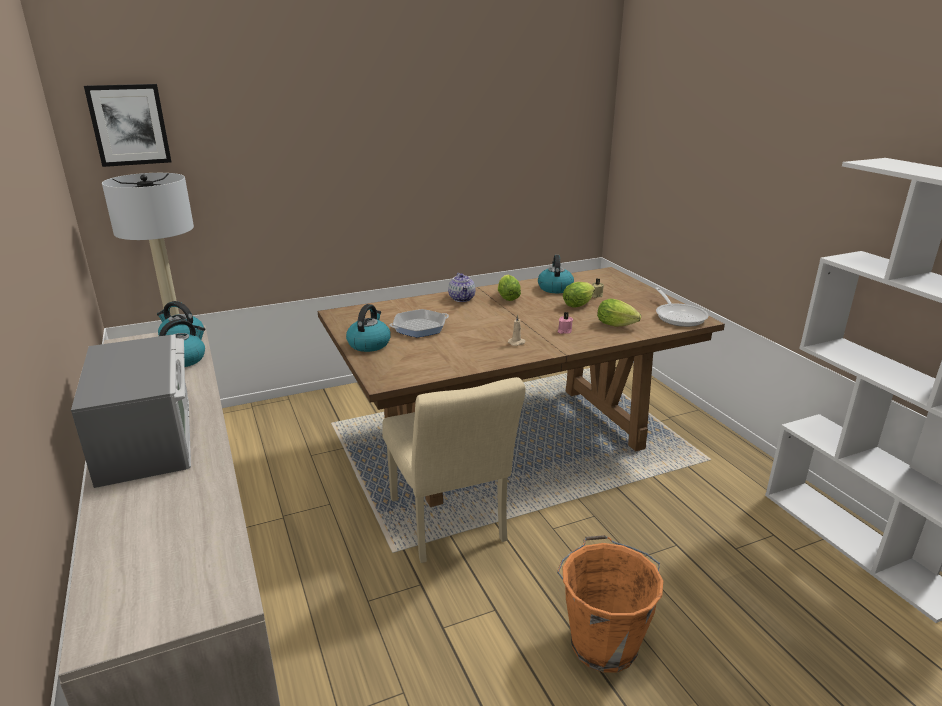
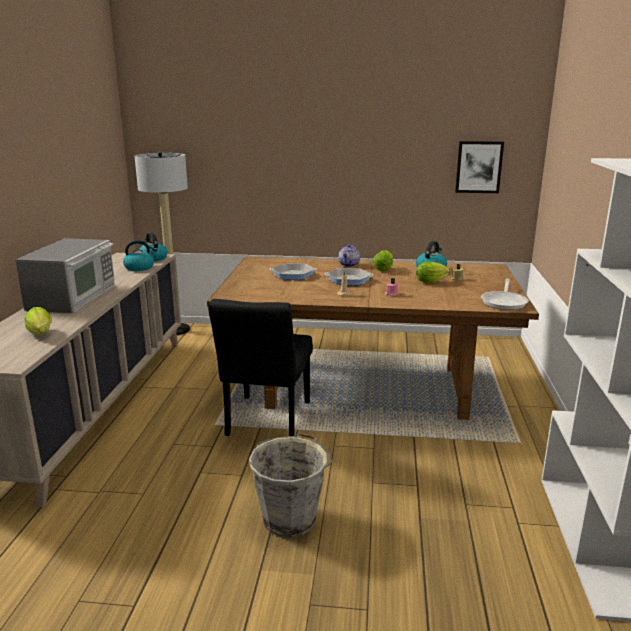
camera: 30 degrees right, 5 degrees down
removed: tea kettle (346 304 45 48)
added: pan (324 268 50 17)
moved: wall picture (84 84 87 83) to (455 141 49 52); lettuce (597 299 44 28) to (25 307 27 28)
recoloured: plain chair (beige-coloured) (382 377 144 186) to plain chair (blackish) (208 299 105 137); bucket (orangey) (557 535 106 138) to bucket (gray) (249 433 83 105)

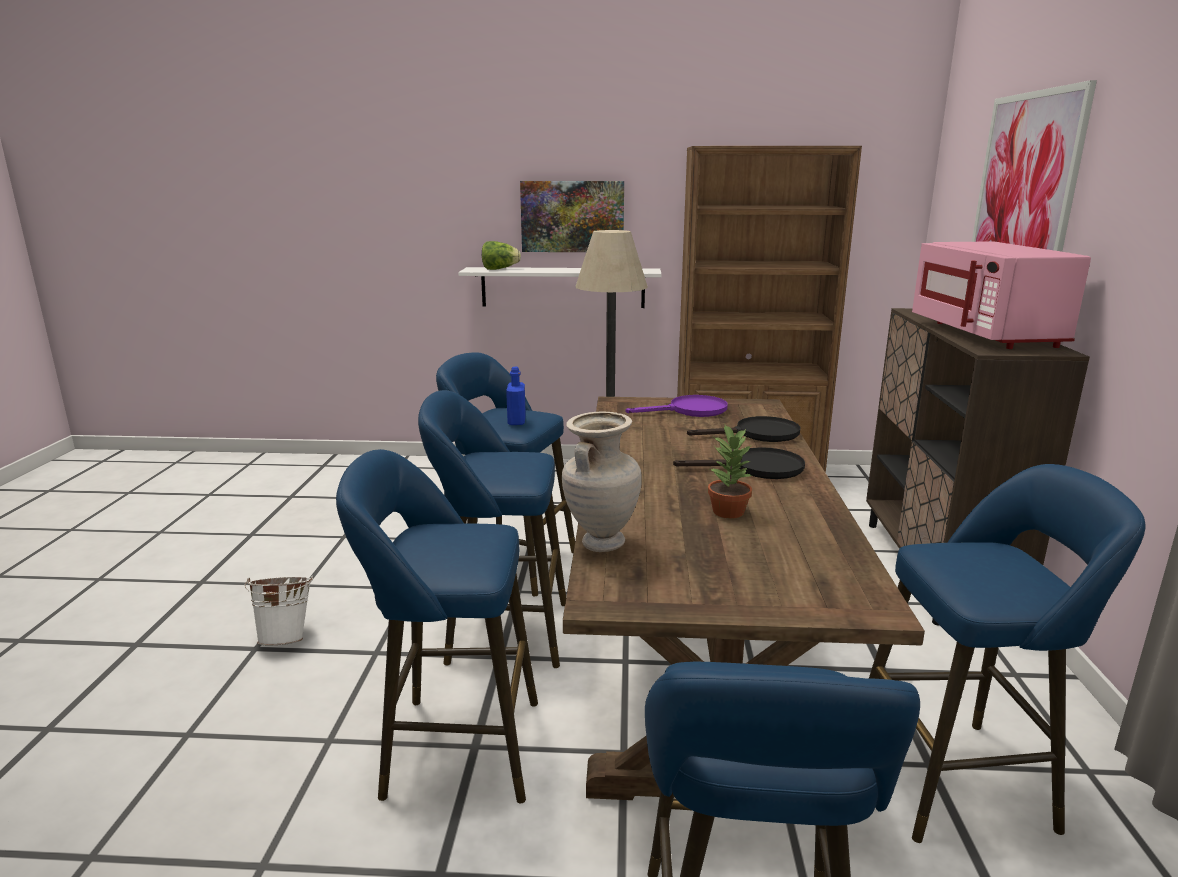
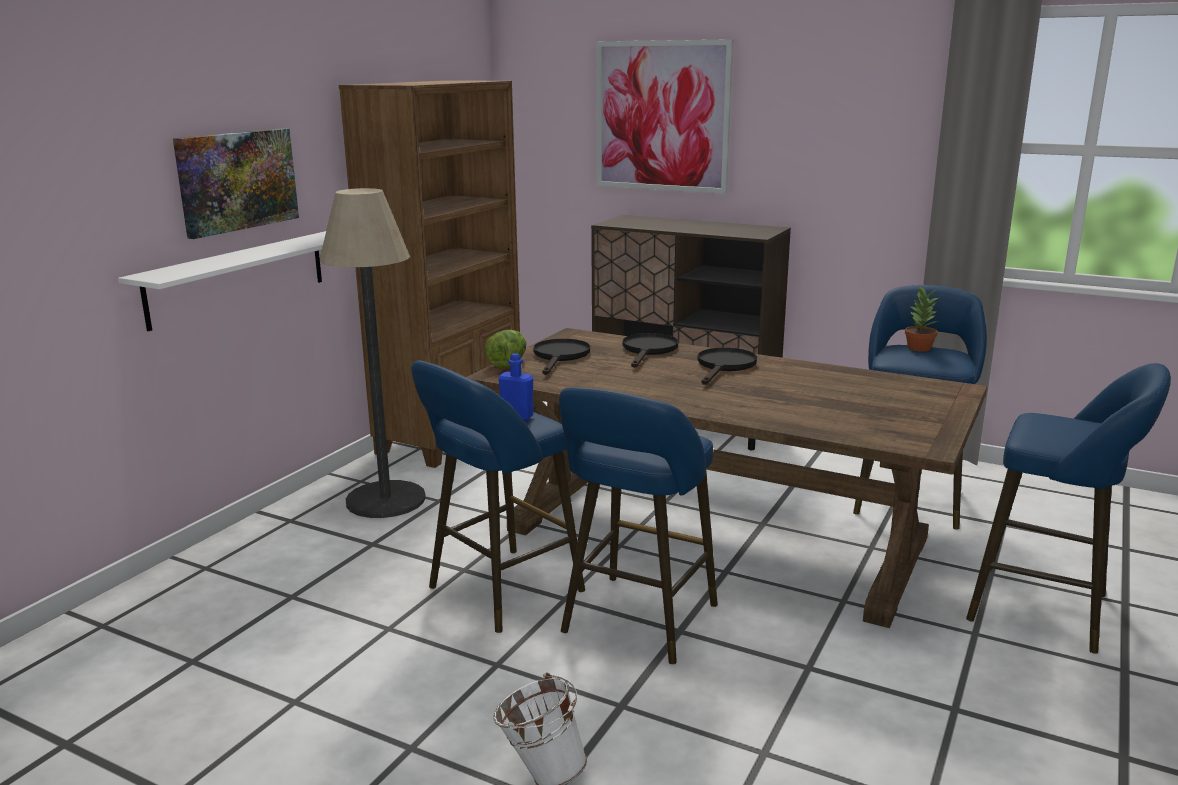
camera: 65 degrees left, 0 degrees up
removed: kitchen microwave (pink-coloured) (912 241 179 108); vase (beige-coloured) (562 412 80 140); stool (blue) (336 449 202 354)
moved: lettuce (482 241 39 29) to (485 330 41 38); plant in a pot (708 425 44 94) to (905 286 33 66)
recoloured: pan (purple) (625 395 103 22) to pan (blackish) (533 339 57 36)

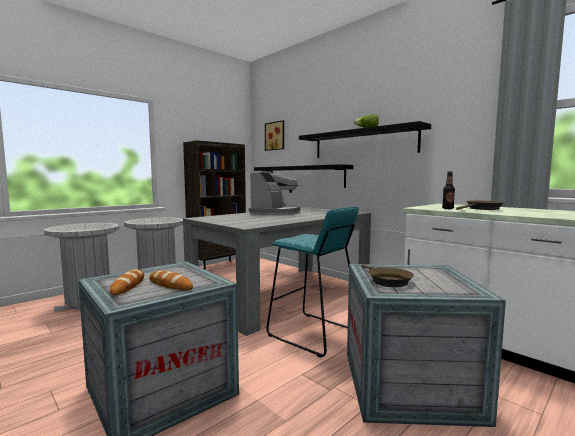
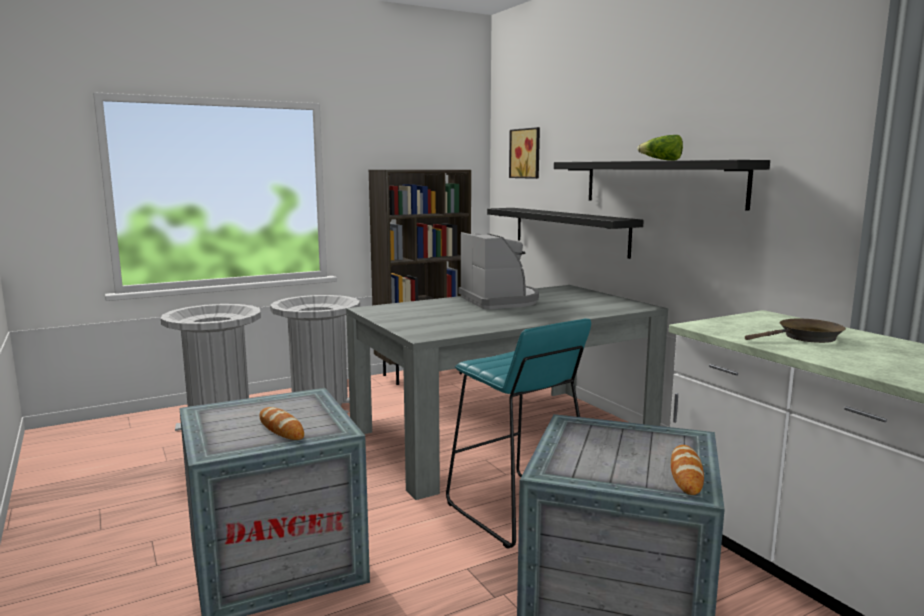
camera: 15 degrees right, 5 degrees up
removed: drink bottle (442 172 13 37); pan (brown) (361 264 53 23)
moved: bread (110 269 34 26) to (671 445 33 50)
turned: coffee machine (249 172 52 43) = (458 232 81 78) 60 degrees counterclockwise

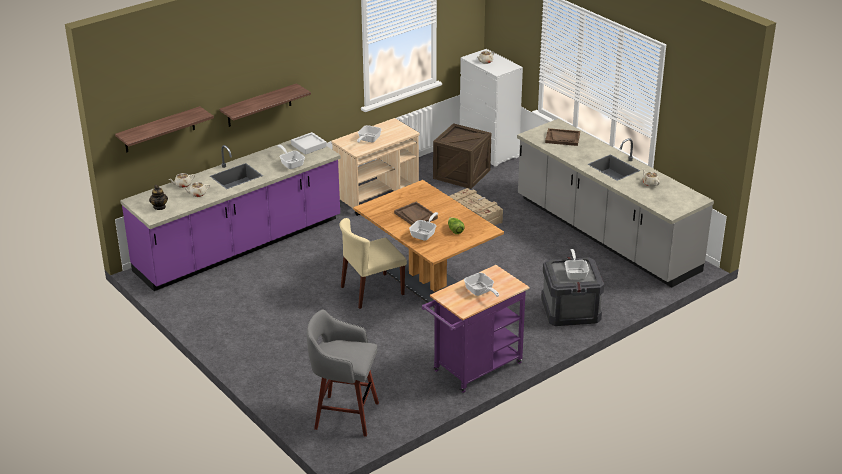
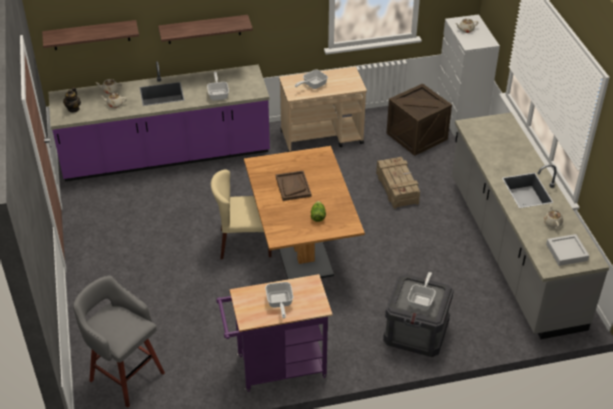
camera: 25 degrees right, 10 degrees up
removed: serving tray (brown) (545 128 35 18); pan (409 212 29 29)
moved: serving tray (gray) (291 132 36 23) to (546 234 43 32)

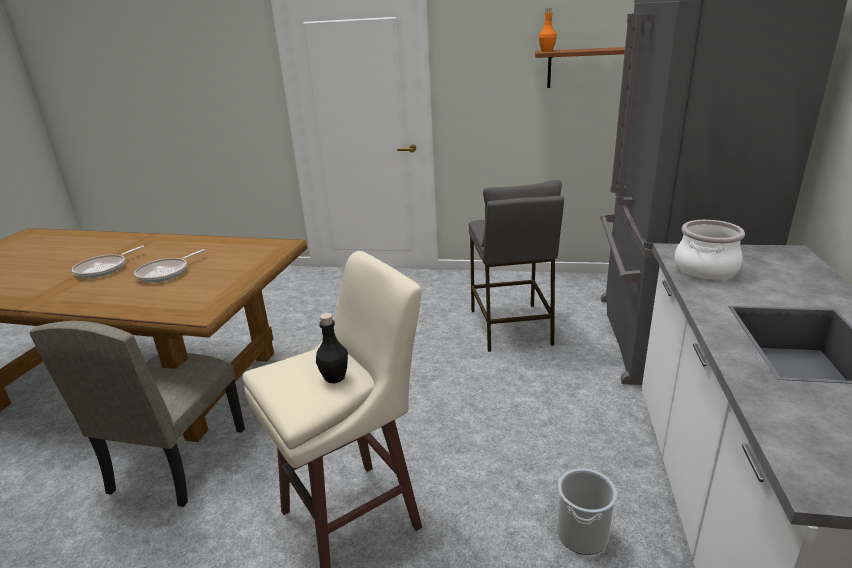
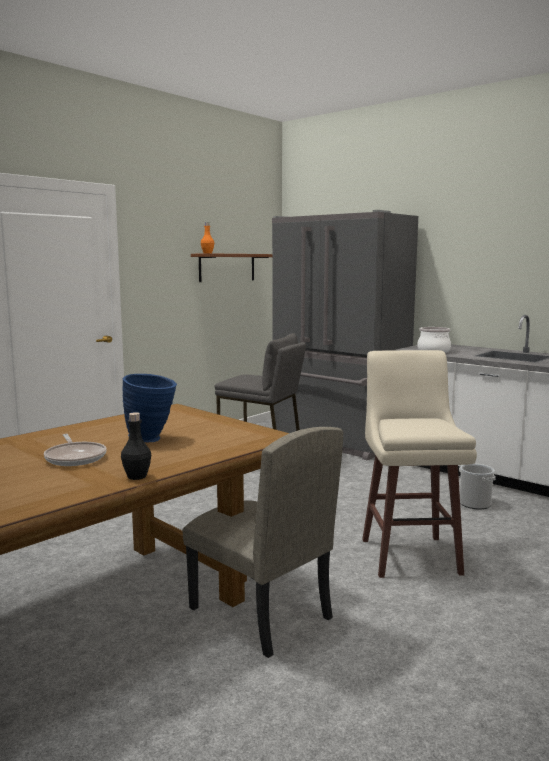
camera: 60 degrees left, 15 degrees down
moved: drink bottle (blackish) (316 313 32 70) to (121 412 30 68)
replaced: pan (134 249 71 34) to vase (blue) (123 374 54 68)

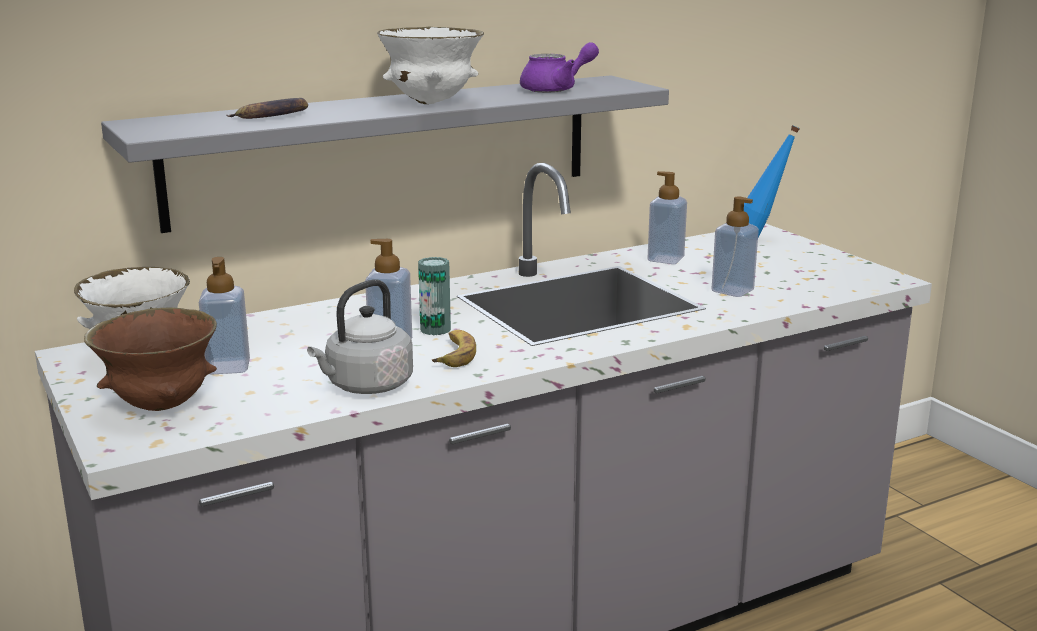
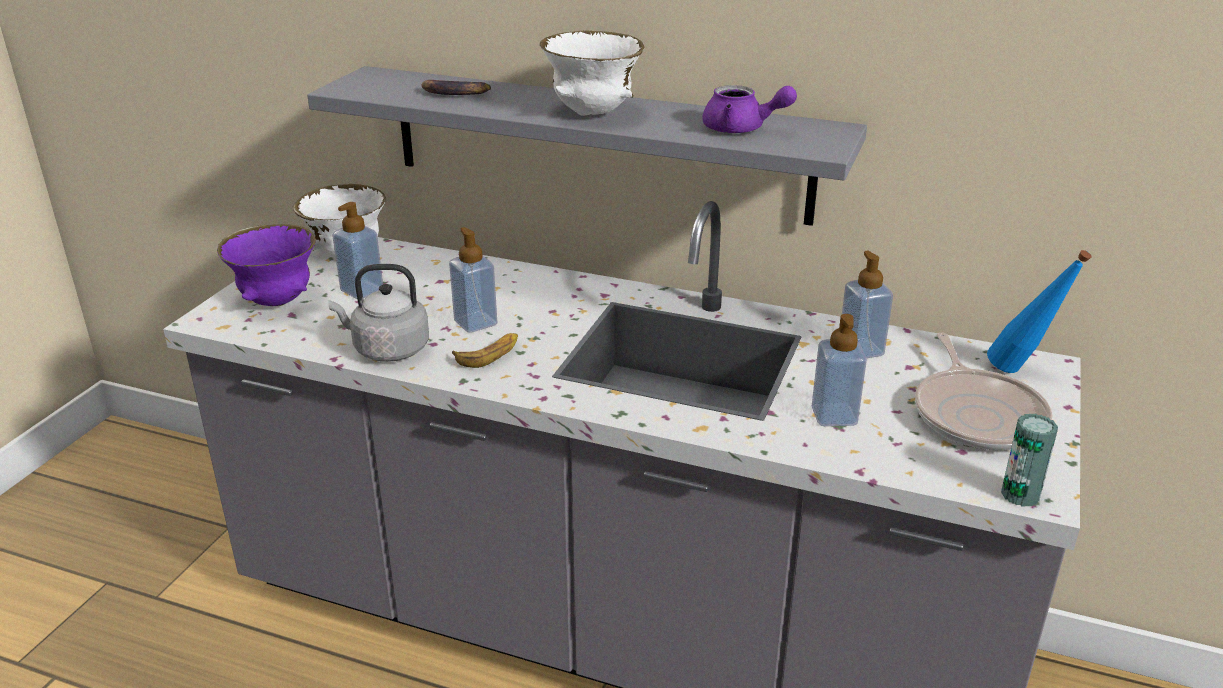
camera: 50 degrees right, 10 degrees up
added: pan (915 333 138 117)
moved: can (418 257 33 78) to (1001 414 57 93)
recoloured: serving bowl (brown) (84 307 133 104) to serving bowl (purple) (217 224 99 82)

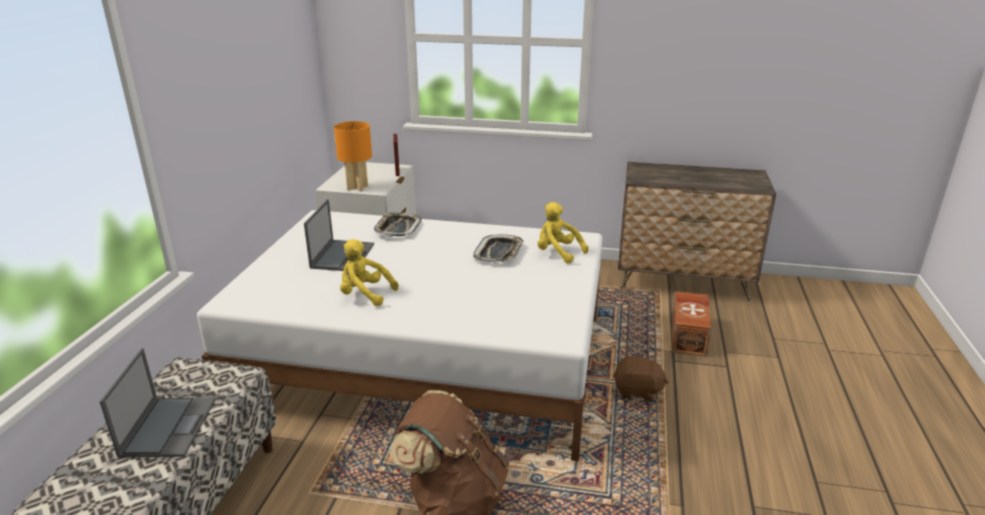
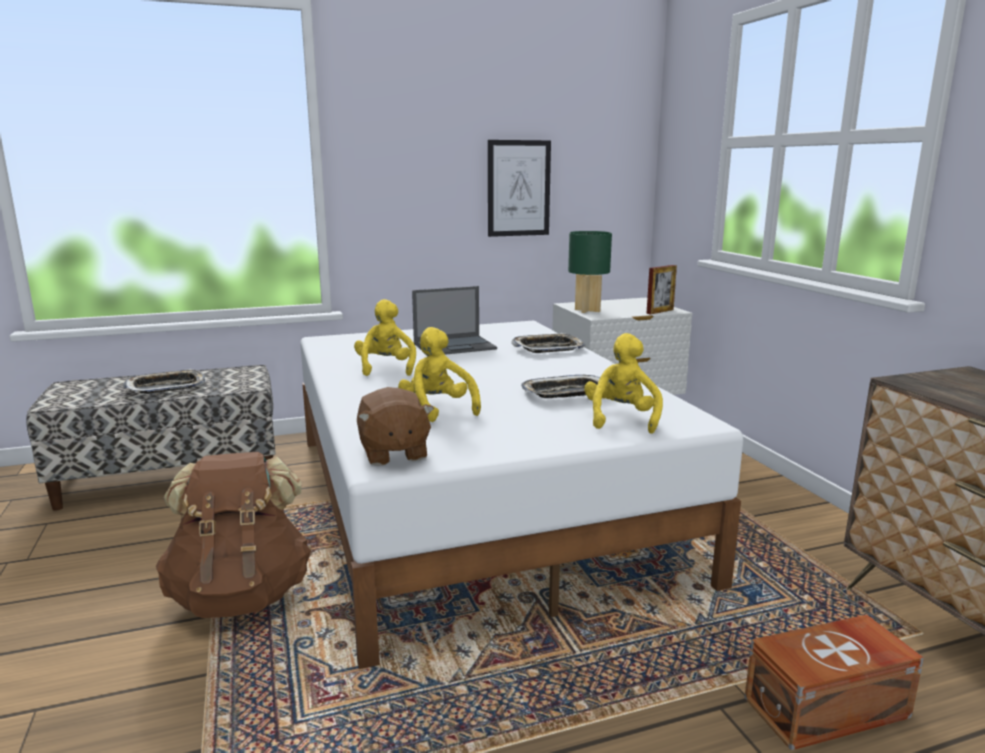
camera: 60 degrees right, 10 degrees down
added: wall picture (488 140 63 97); cuddly toy (yellow-coloured) (398 327 83 95)
moved: cuddly toy (brown) (613 356 56 46) to (357 387 77 79)
replaced: laptop (99 348 117 109) to serving tray (123 369 82 25)
recoloured: lamp for a table (orangey) (334 121 38 70) to lamp for a table (green) (568 231 44 82)

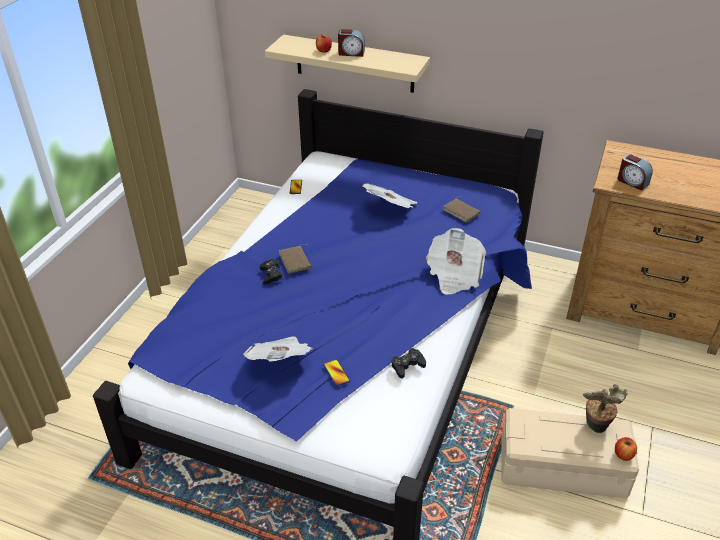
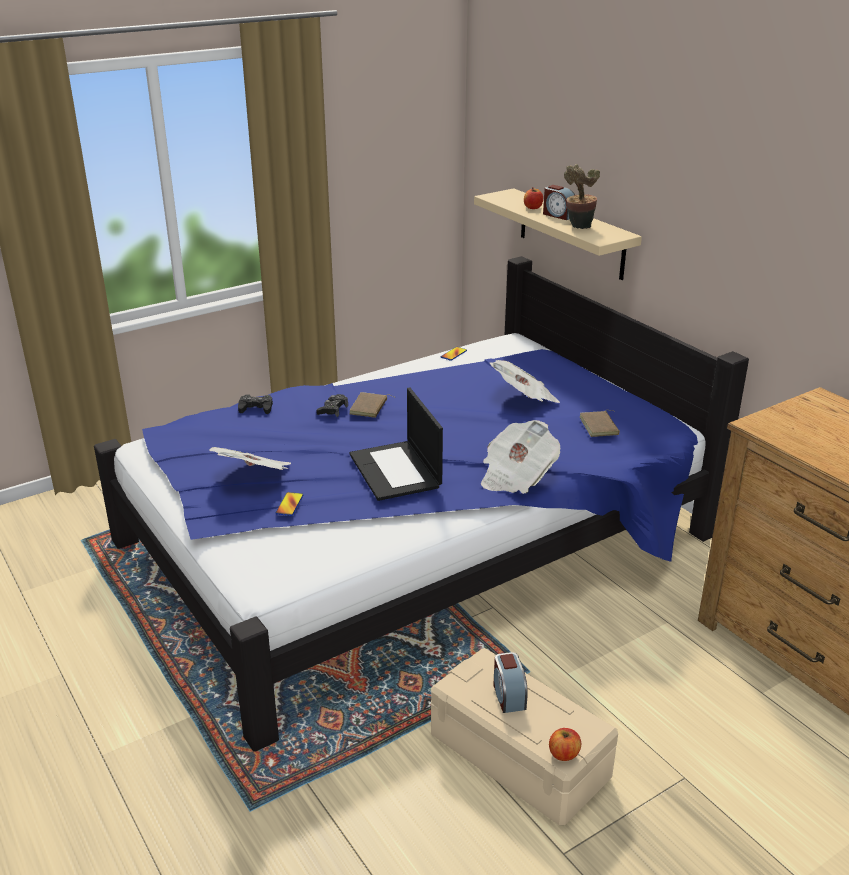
camera: 35 degrees right, 10 degrees down
added: laptop (350 387 93 114)
moved: table clock (617 154 36 37) to (493 652 35 61); game controller (blackish) (391 348 35 30) to (238 395 35 19); plant in a pot (583 384 45 49) to (564 164 36 65)

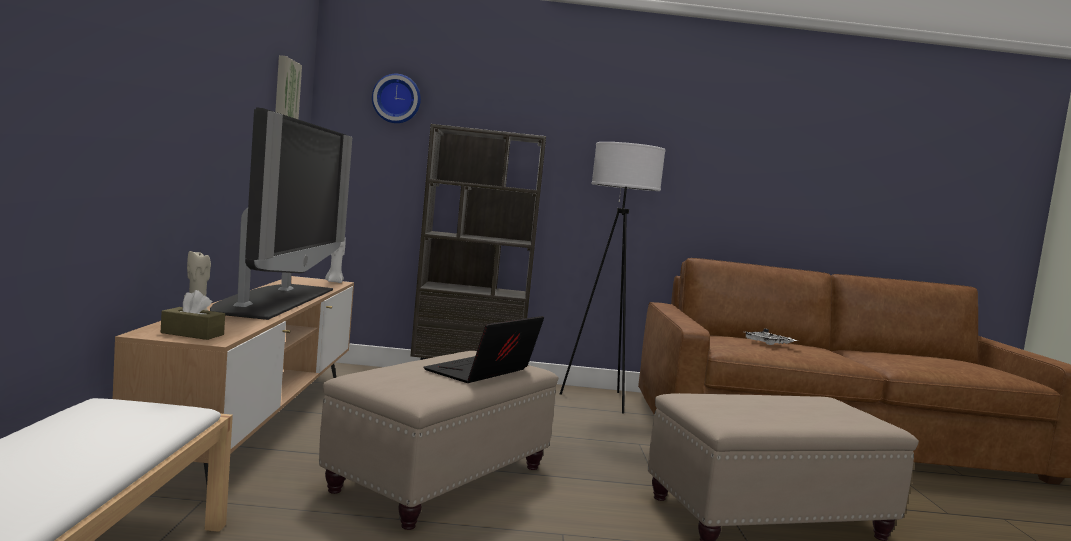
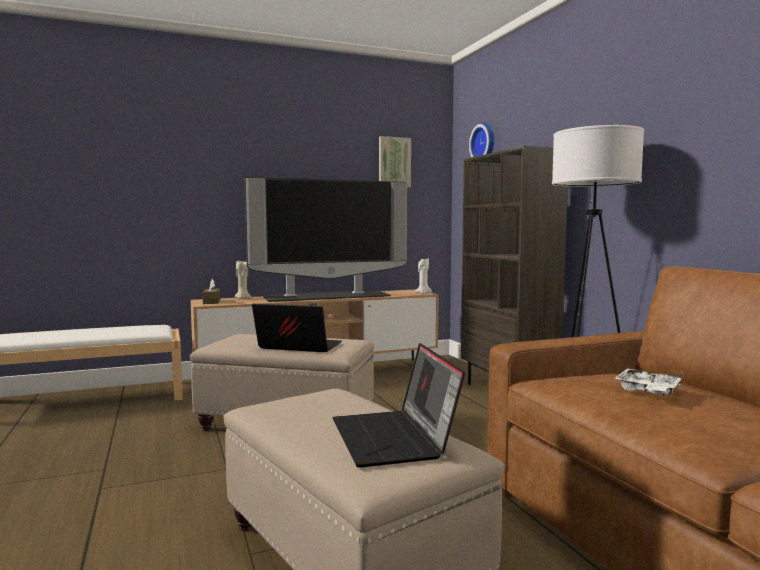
camera: 70 degrees right, 0 degrees up
added: laptop (332 343 133 125)

